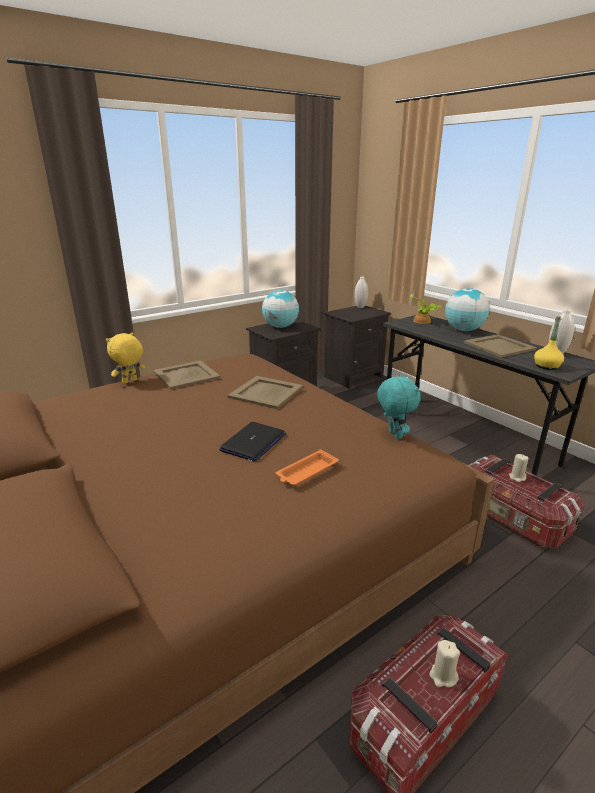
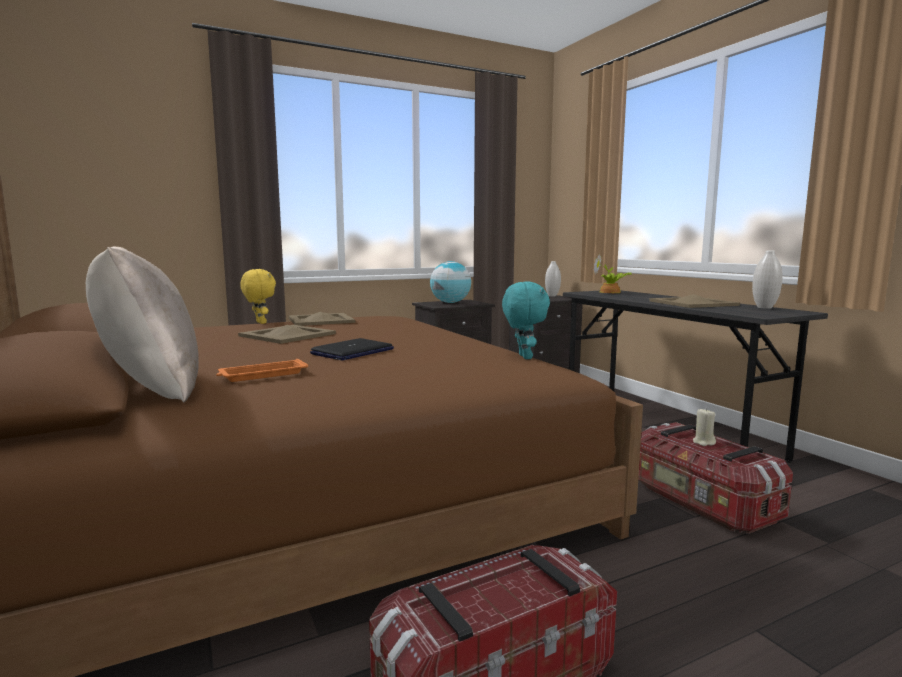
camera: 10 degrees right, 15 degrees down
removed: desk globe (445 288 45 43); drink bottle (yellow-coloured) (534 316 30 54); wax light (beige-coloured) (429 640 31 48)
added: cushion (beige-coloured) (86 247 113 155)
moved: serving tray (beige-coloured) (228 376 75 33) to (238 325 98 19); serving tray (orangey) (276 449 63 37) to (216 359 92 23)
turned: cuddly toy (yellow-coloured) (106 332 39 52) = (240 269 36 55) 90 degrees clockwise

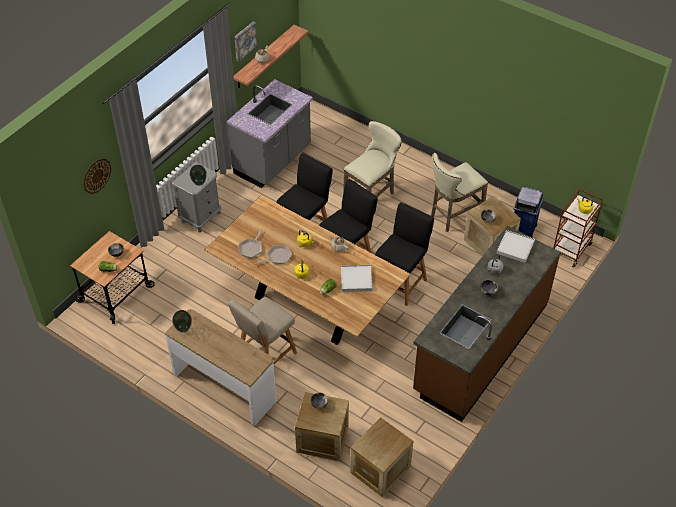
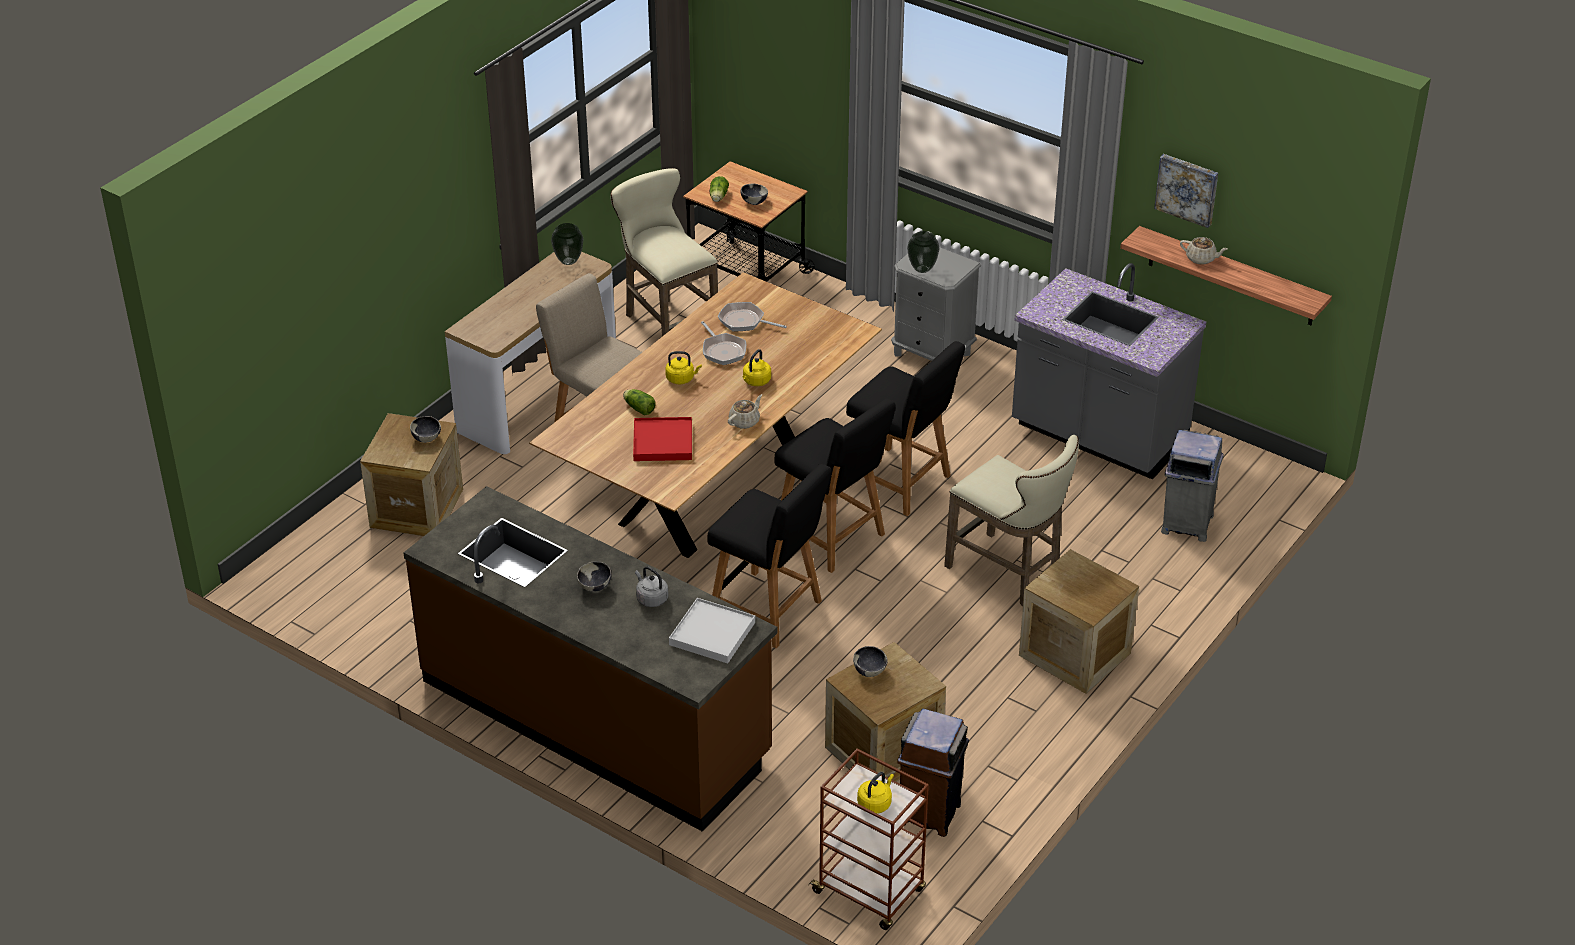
camera: 90 degrees right, 10 degrees down
removed: clock on the wall (83 158 28 36)
added: waste bin (gray) (1161 430 63 112)
moved: stool (beige-coloured) (431 153 57 79) to (610 168 108 168); packing crate (350 417 63 80) to (1019 549 120 145)
recoloured: waste bin (blue) (514 186 29 52) to waste bin (brown) (897 709 72 128); serving tray (white) (341 265 31 27) to serving tray (reddish) (633 417 59 44)

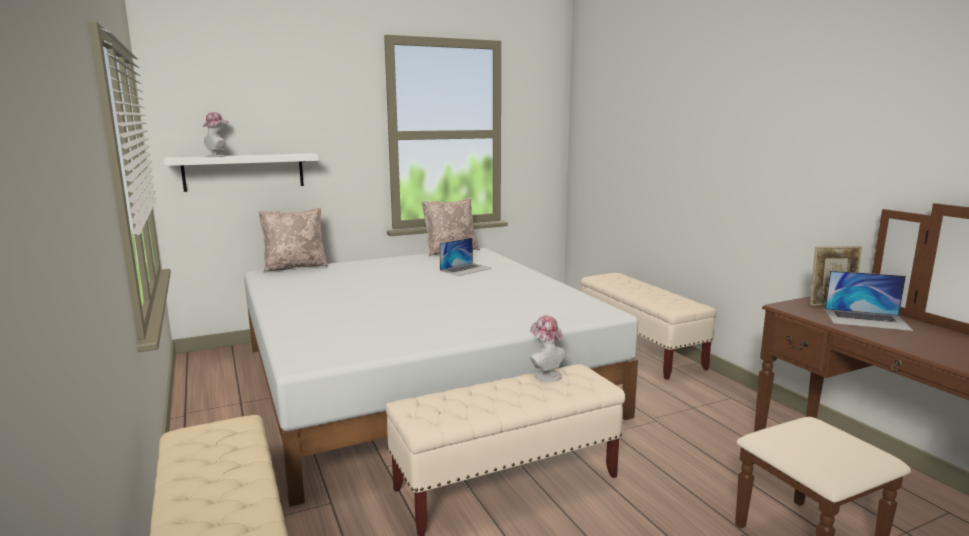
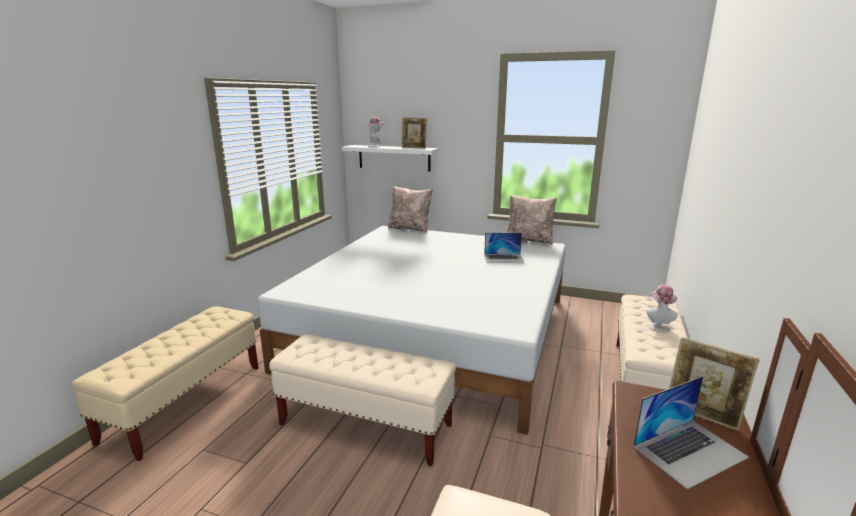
camera: 45 degrees right, 5 degrees up
added: photo frame (402 117 25 32)
moved: wearable hat (530 315 36 67) to (646 284 32 49)
turned: laptop (825 271 88 60) = (633 376 116 113) 90 degrees counterclockwise

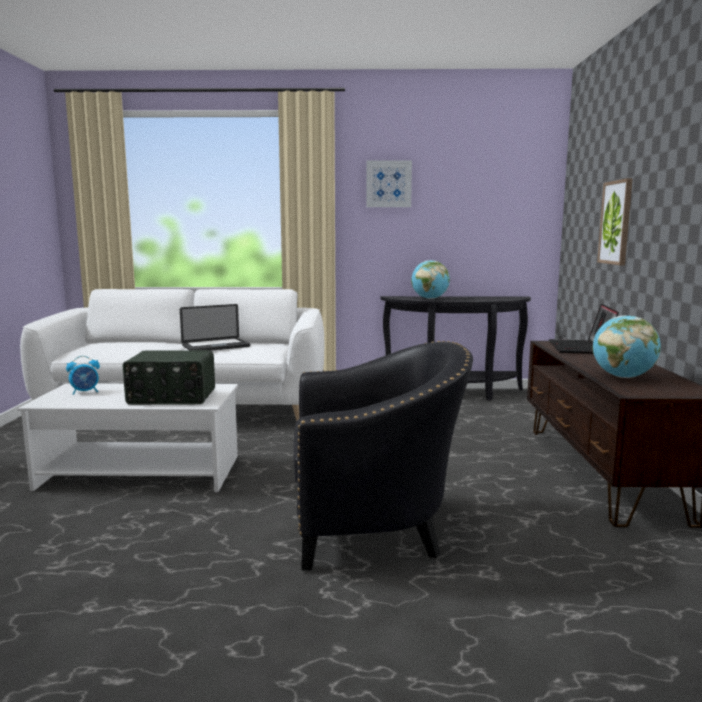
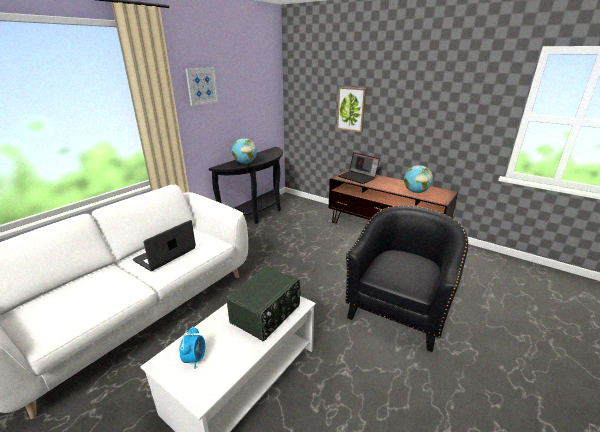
camera: 55 degrees left, 15 degrees up
turned: laptop (180 304 70 47) = (133 220 63 51) 150 degrees counterclockwise

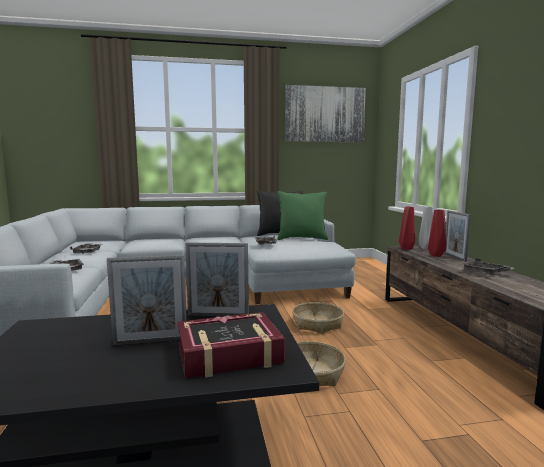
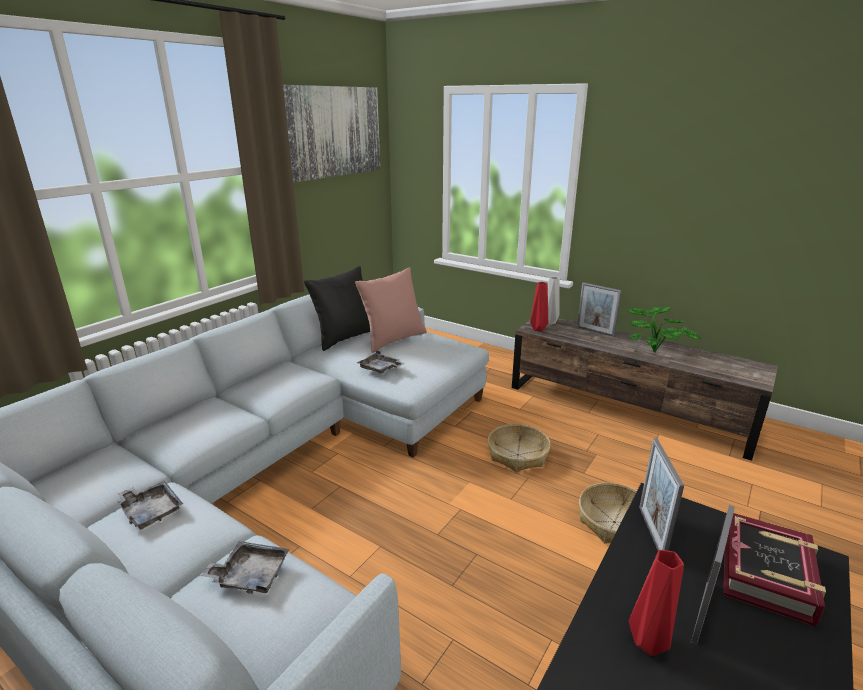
camera: 45 degrees left, 15 degrees up
moved: vase (reddish) (428 210 18 47) to (629 550 55 106)
replaced: serving tray (gray) (462 258 52 17) to plant in a pot (627 307 74 45)
recoloured: cushion (green) (277 191 51 49) to cushion (pink-coloured) (355 268 72 85)
turned: photo frame (185 242 64 74) = (639 438 45 113) 135 degrees clockwise

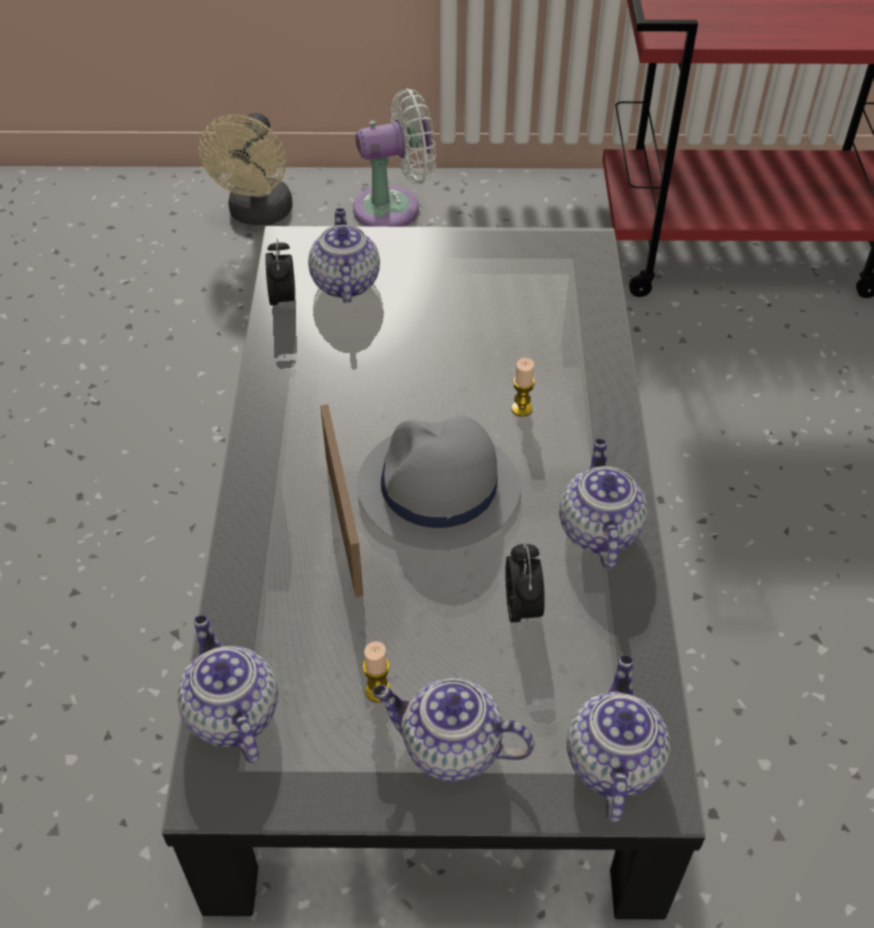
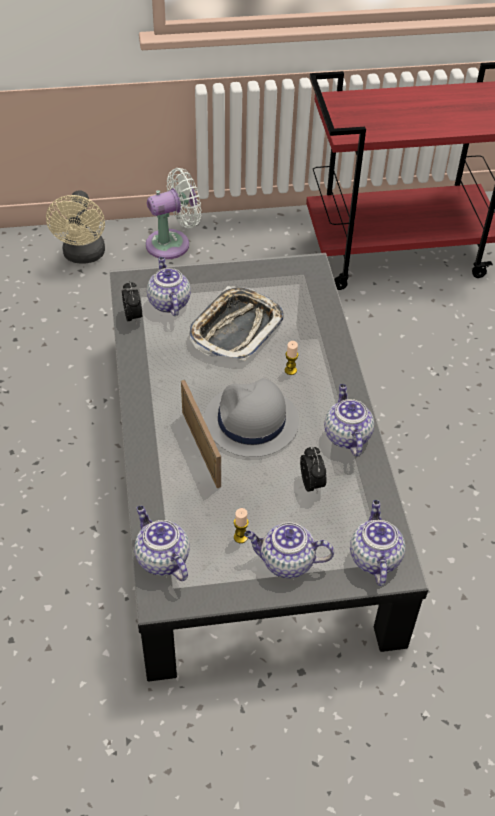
camera: 10 degrees left, 0 degrees up
added: serving tray (189 286 95 75)

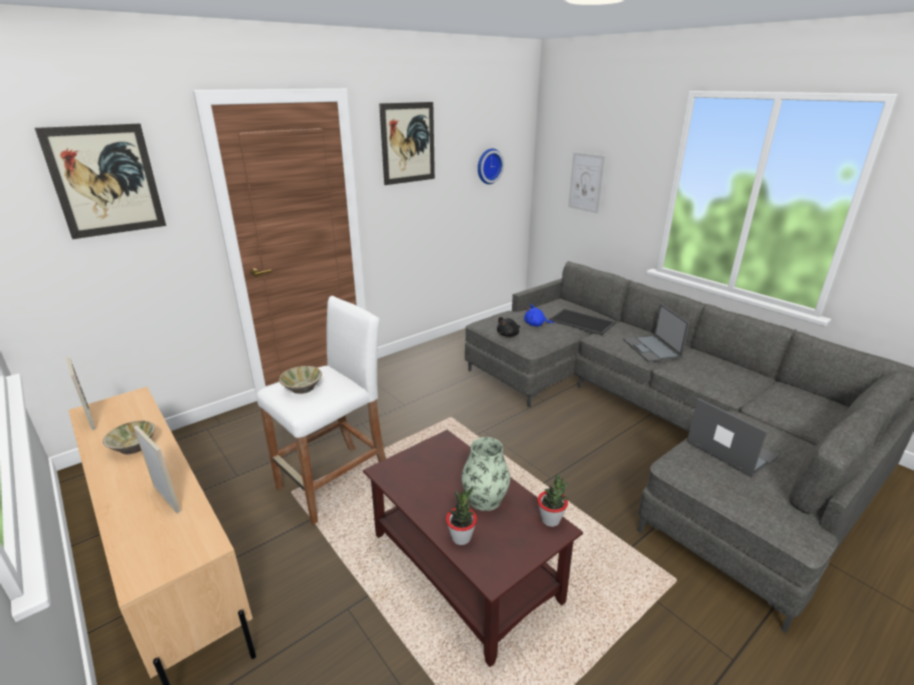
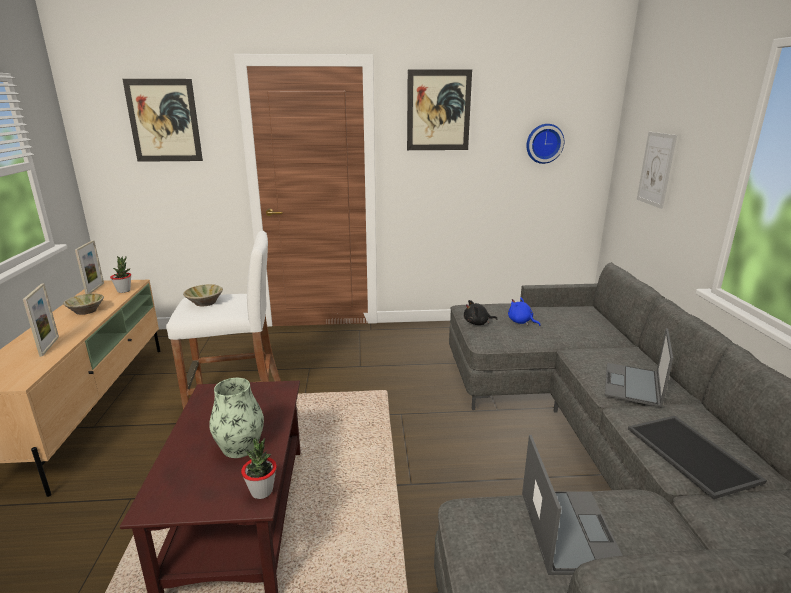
camera: 35 degrees right, 5 degrees down
moved: serving tray (549 308 67 27) to (628 416 139 83); plant in a pot (446 486 31 59) to (110 256 21 37)

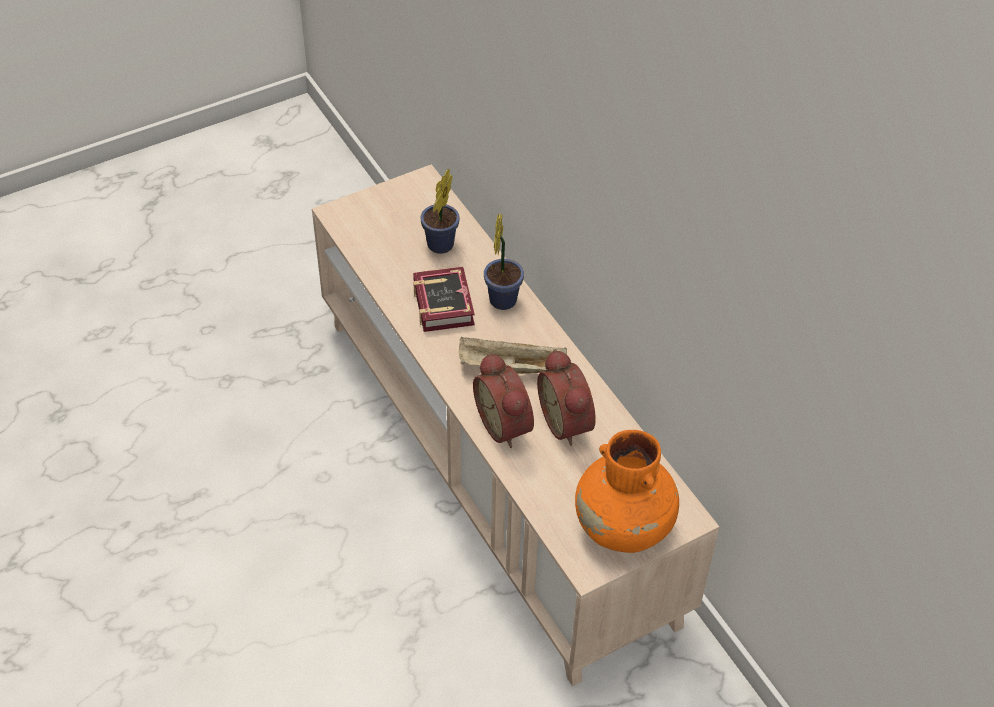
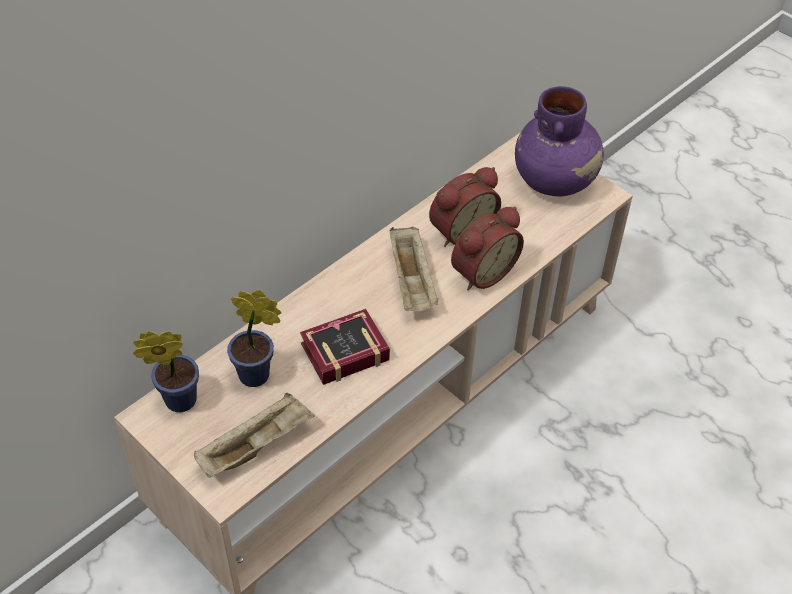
camera: 105 degrees left, 0 degrees up
added: serving tray (beige-coloured) (194 393 121 85)
moved: plant in a pot (484 213 40 97) to (133 332 66 80)
recoloured: vase (orangey) (575 430 104 123) to vase (purple) (515 86 89 111)

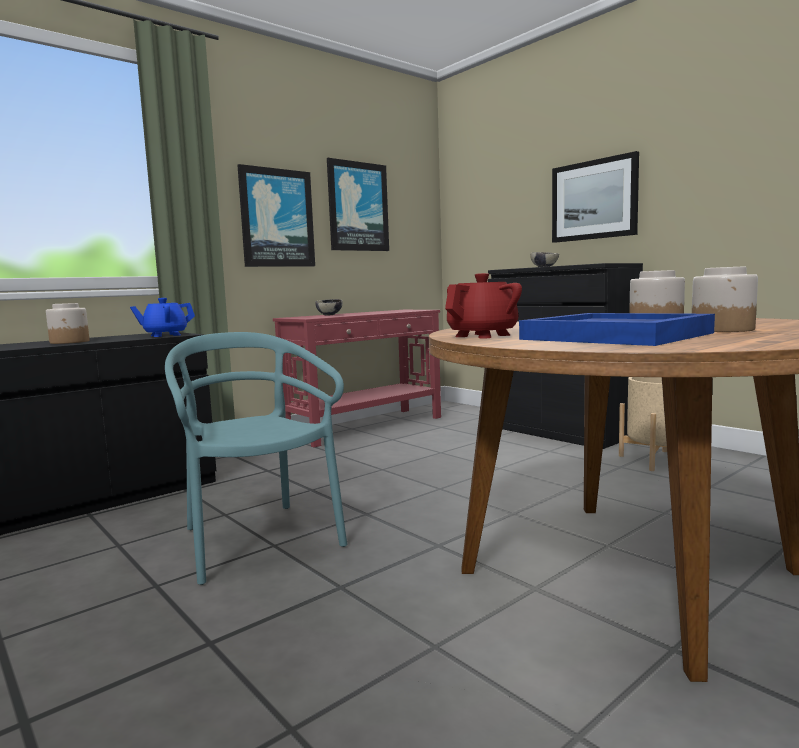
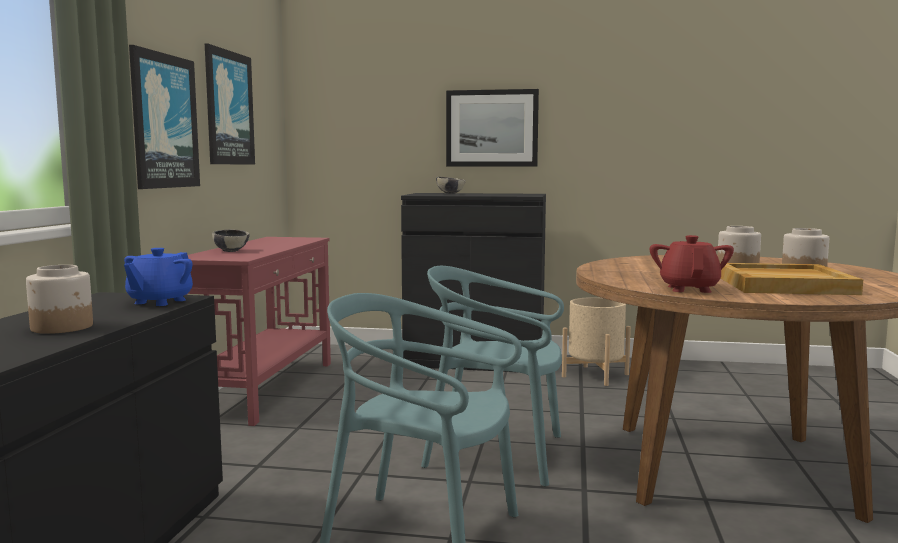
camera: 40 degrees left, 0 degrees up
added: plain chair (turquoise-coloured) (421 266 143 221)
recoloured: serving tray (blue) (519 313 196 33) to serving tray (beige-coloured) (721 263 142 32)

